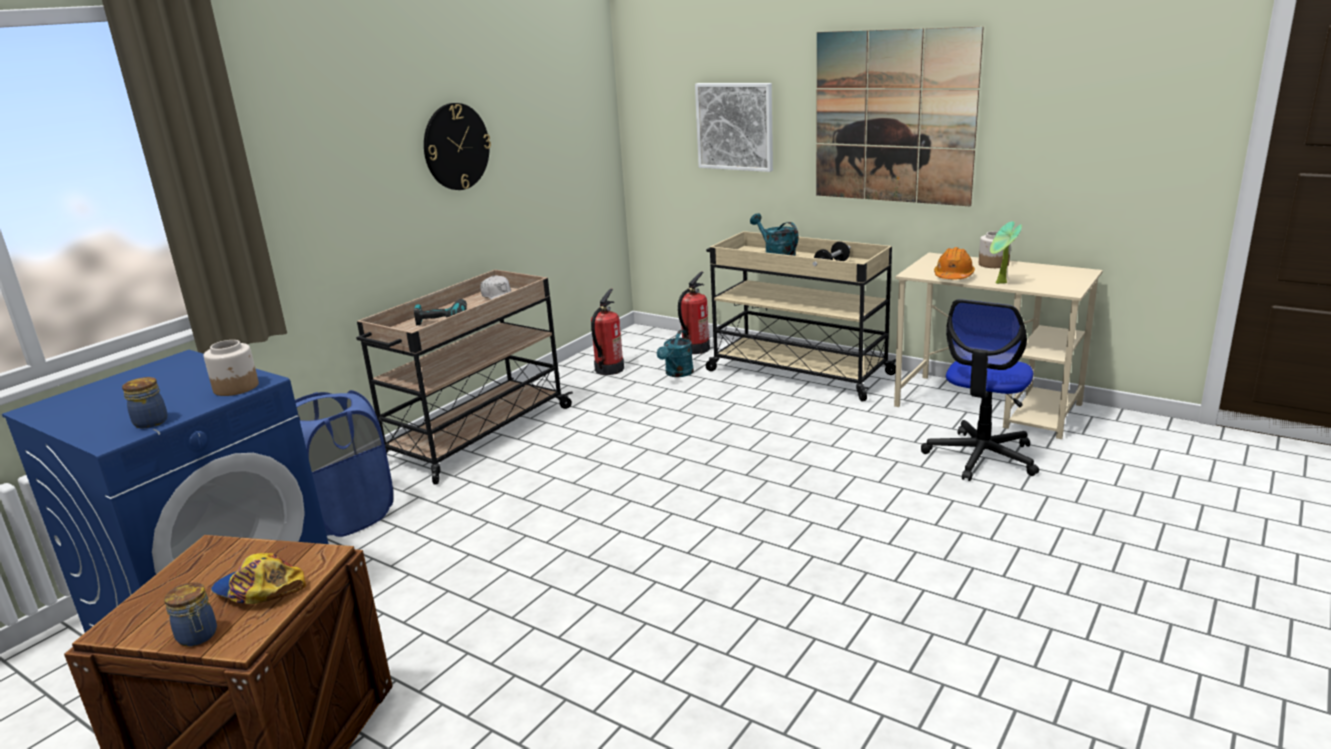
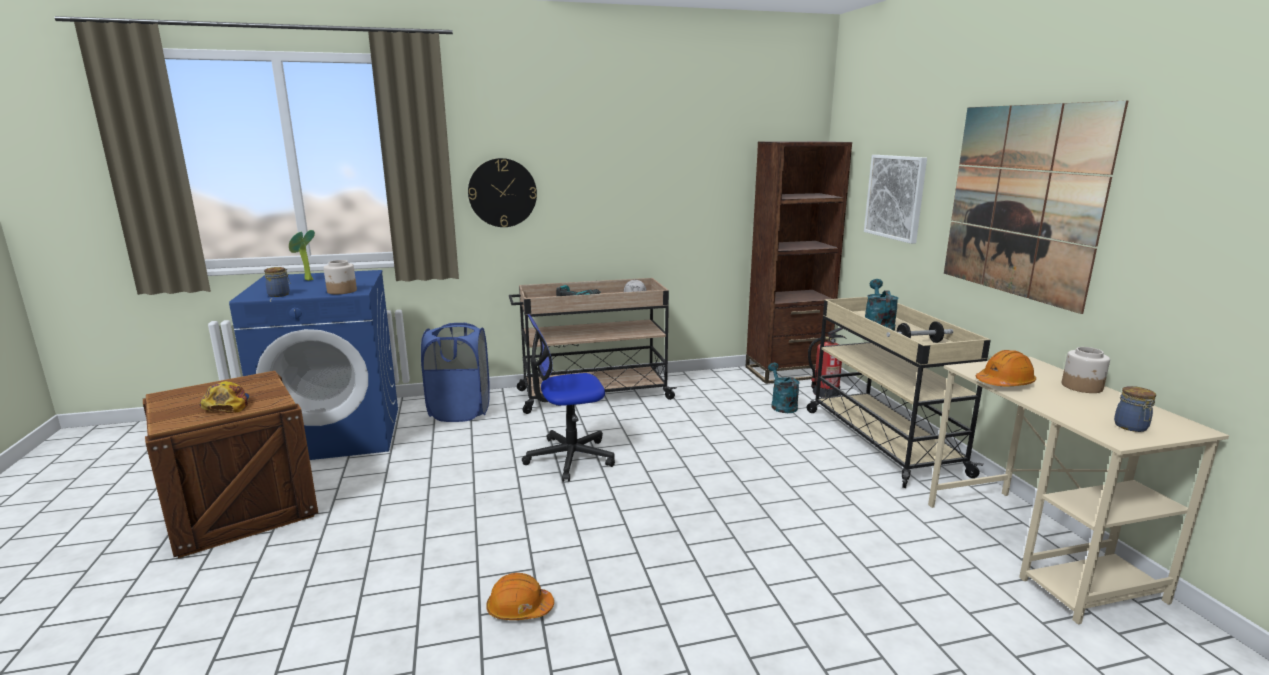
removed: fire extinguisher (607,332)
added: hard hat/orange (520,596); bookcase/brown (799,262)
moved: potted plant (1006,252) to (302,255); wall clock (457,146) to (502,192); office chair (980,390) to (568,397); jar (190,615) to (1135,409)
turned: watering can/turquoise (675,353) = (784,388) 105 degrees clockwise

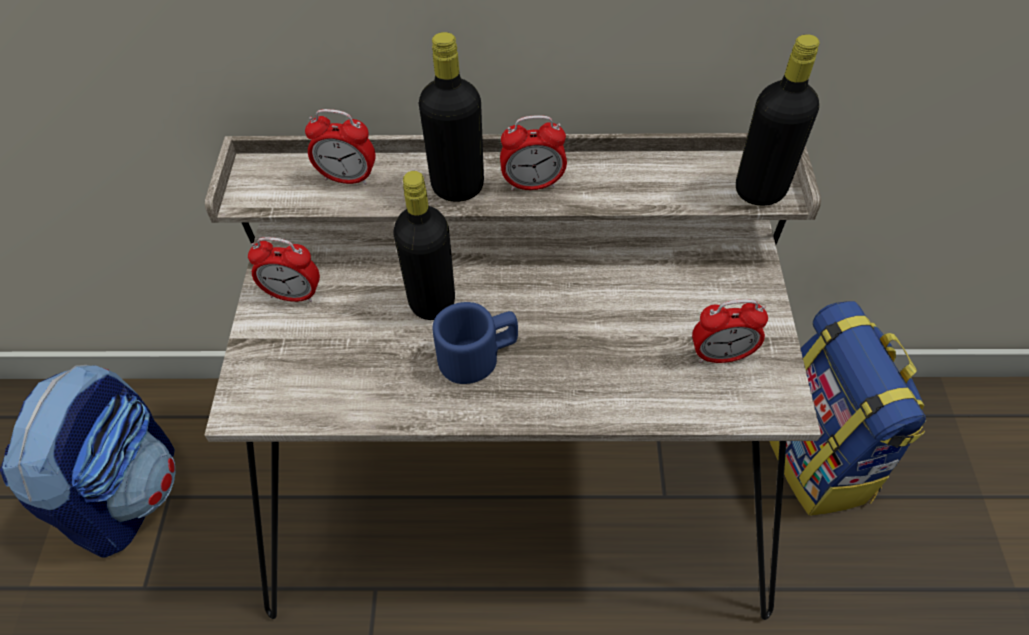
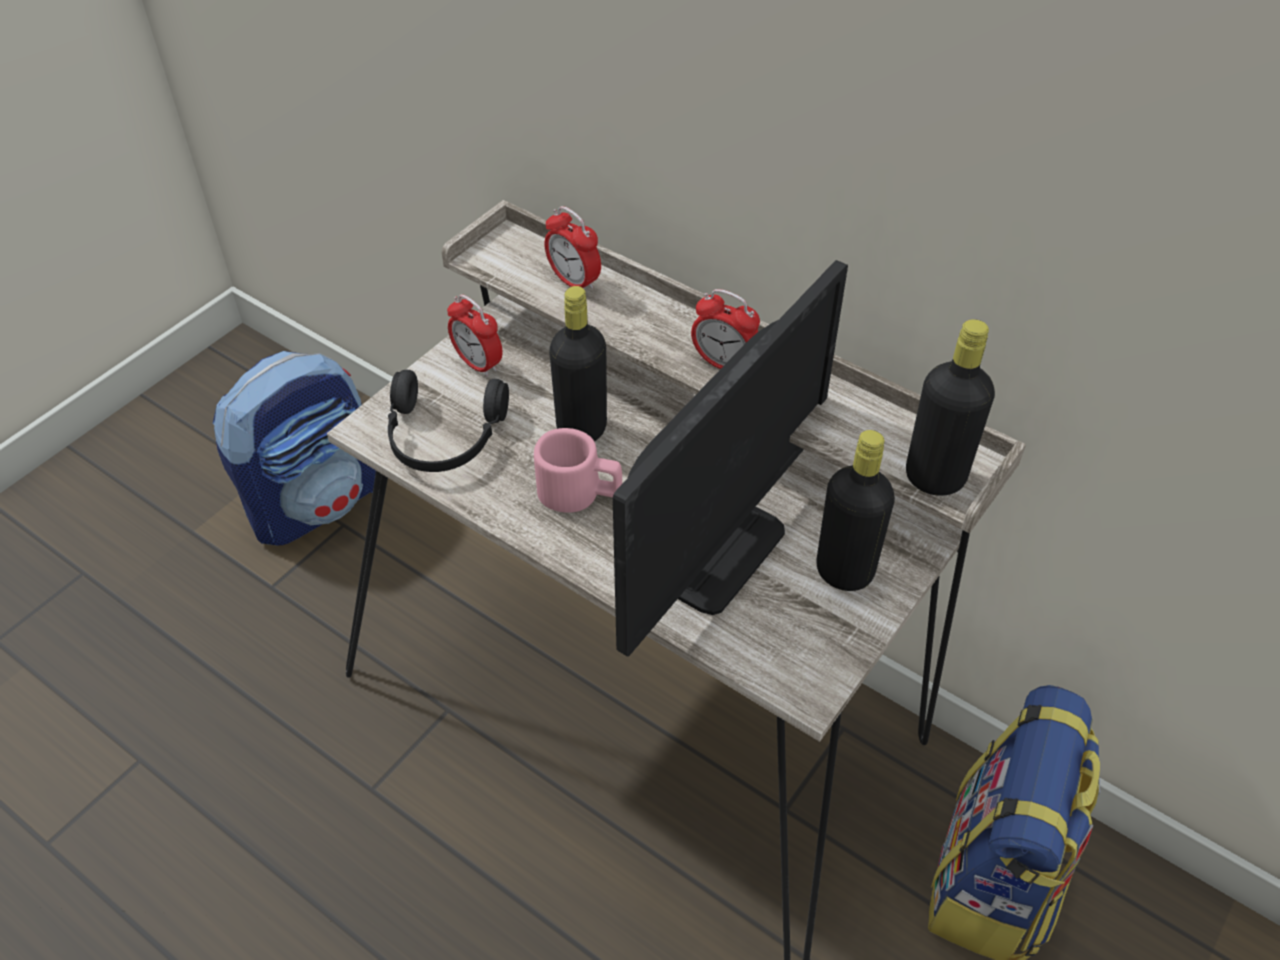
removed: alarm clock (730,331)
added: headphones/black (448,420); monitor (730,458)
moved: bottle/black (451,117) to (855,510)
recoloured: mug/blue (475,343) to mug/pink (578,470)

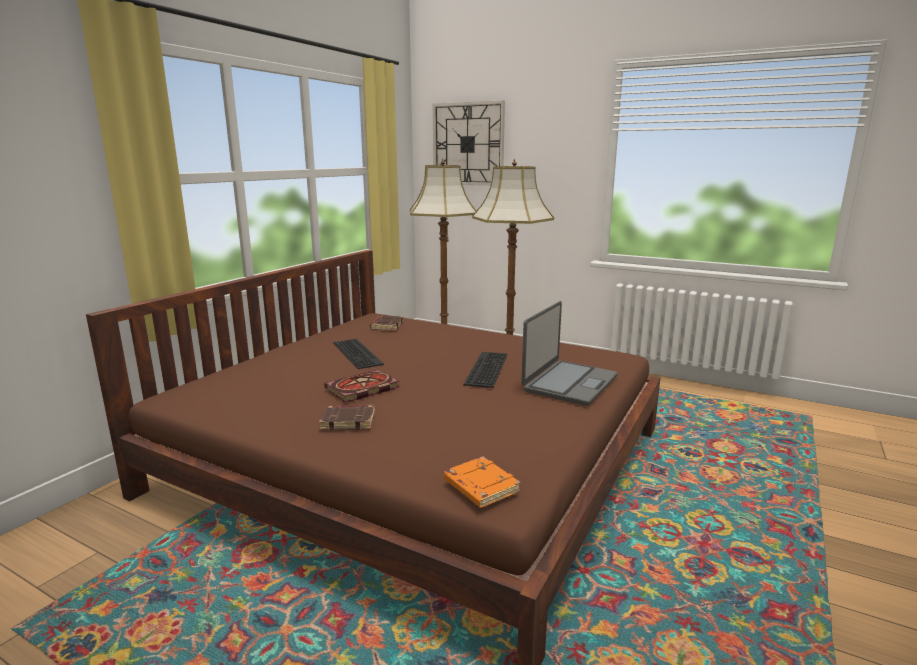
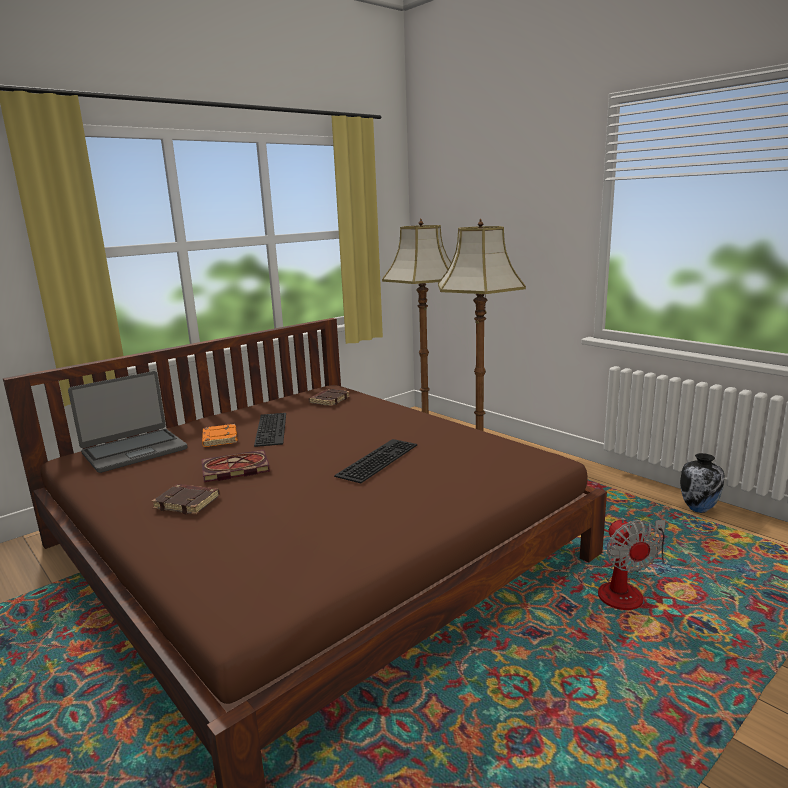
removed: wall clock (469,143)
added: fan (632,564); vase (702,483)
moved: laptop (569,353) to (128,422); book/orange (482,481) to (220,435)

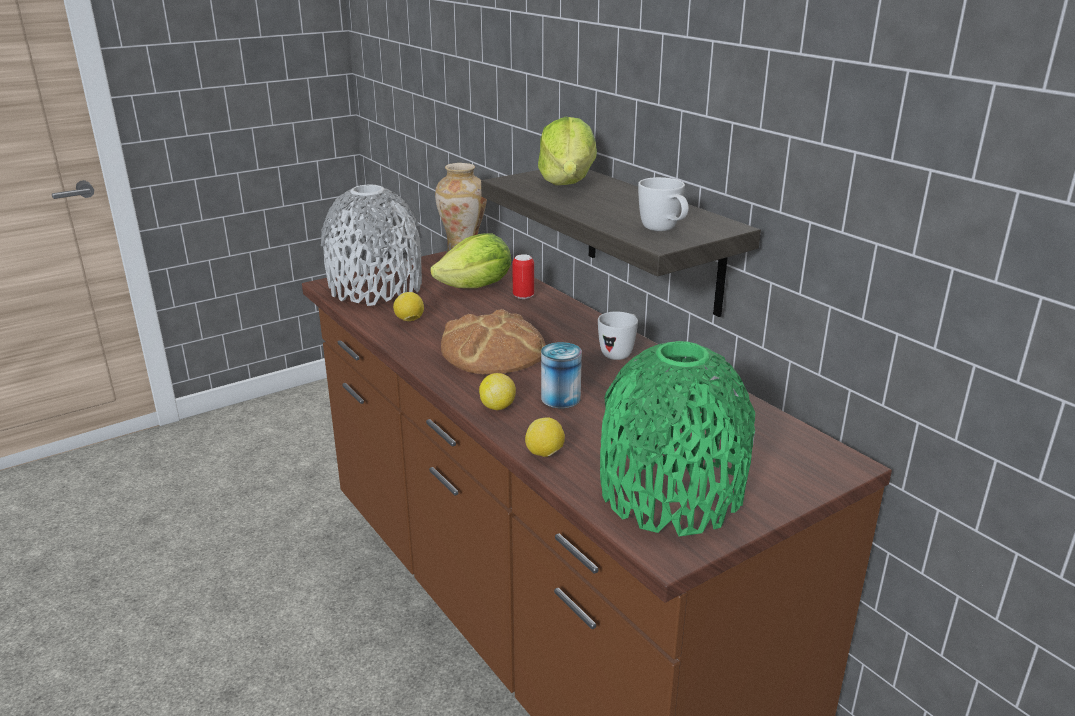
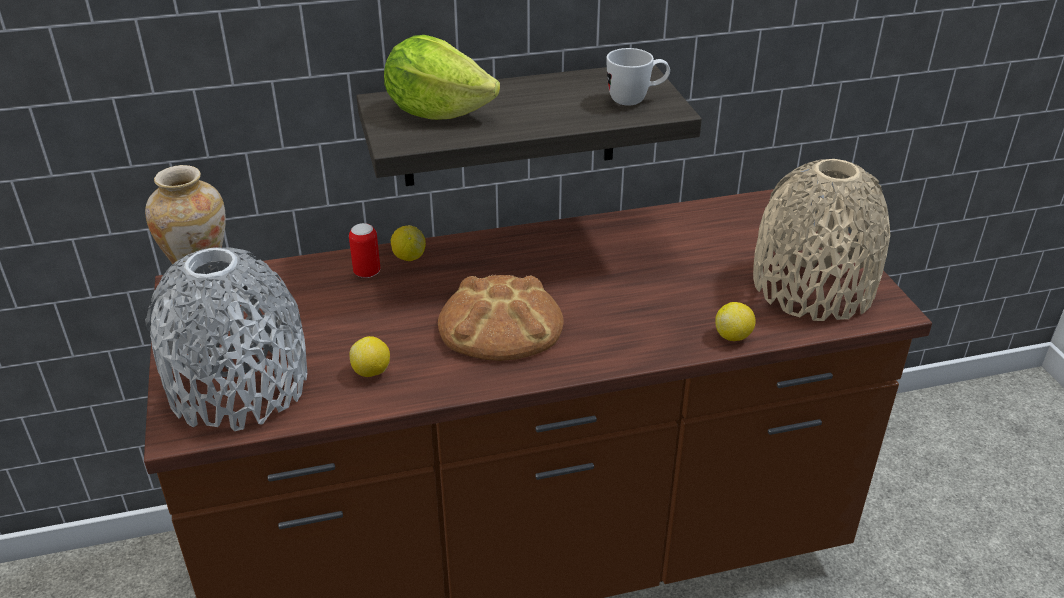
removed: lettuce (470,260); can (561,375); mug/white (618,335)
moved: lemon (497,391) to (408,243)
recoloured: vase/green (677,439) to vase/beige (821,240)

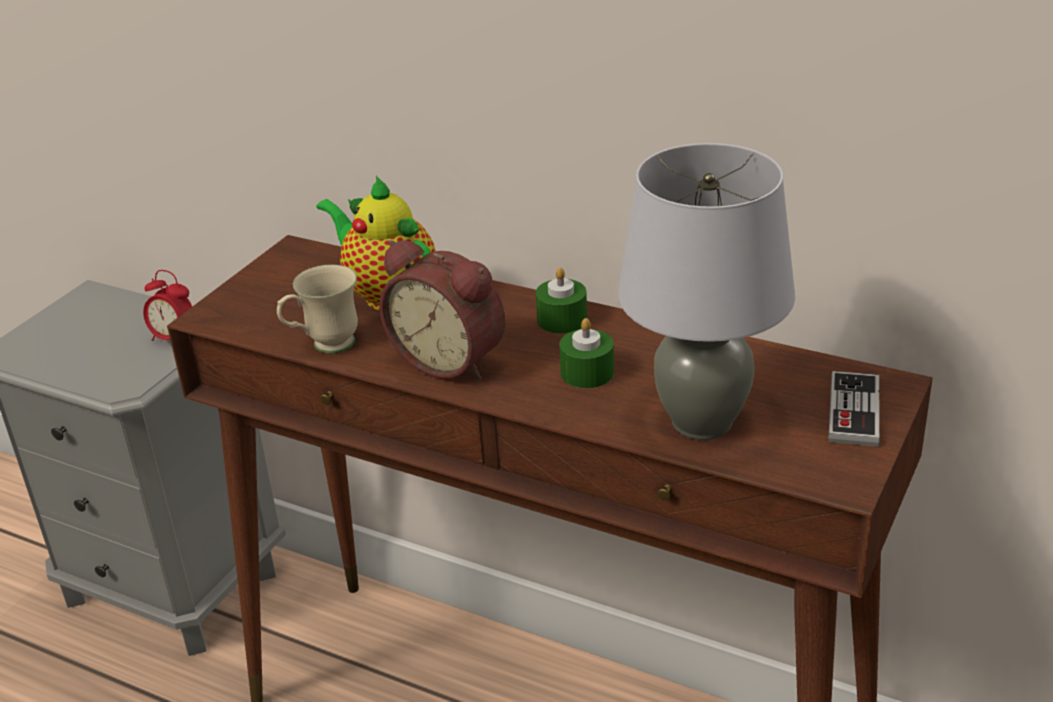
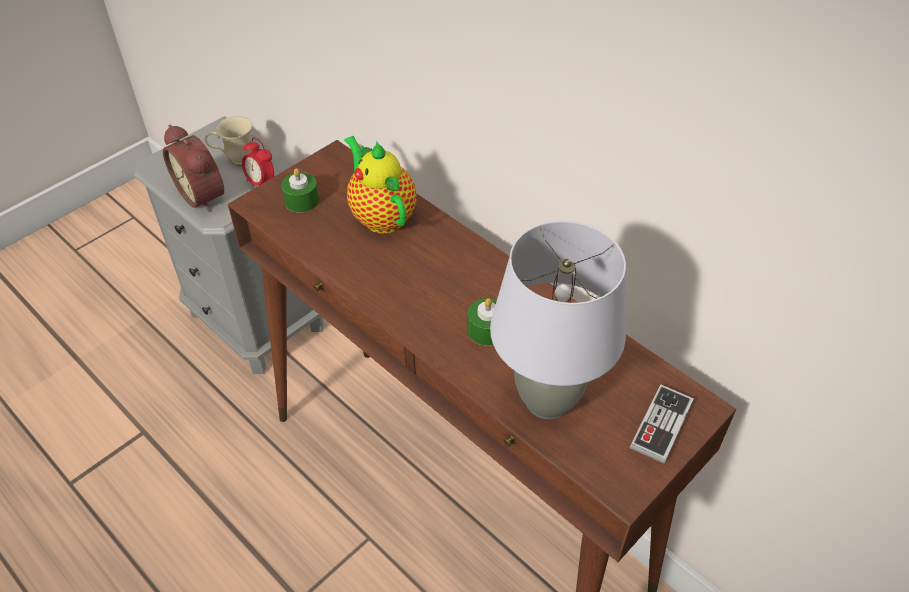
moved: alarm clock (442,310) to (193,168); mug/beige (317,309) to (229,141); candle/green (561,300) to (300,190)

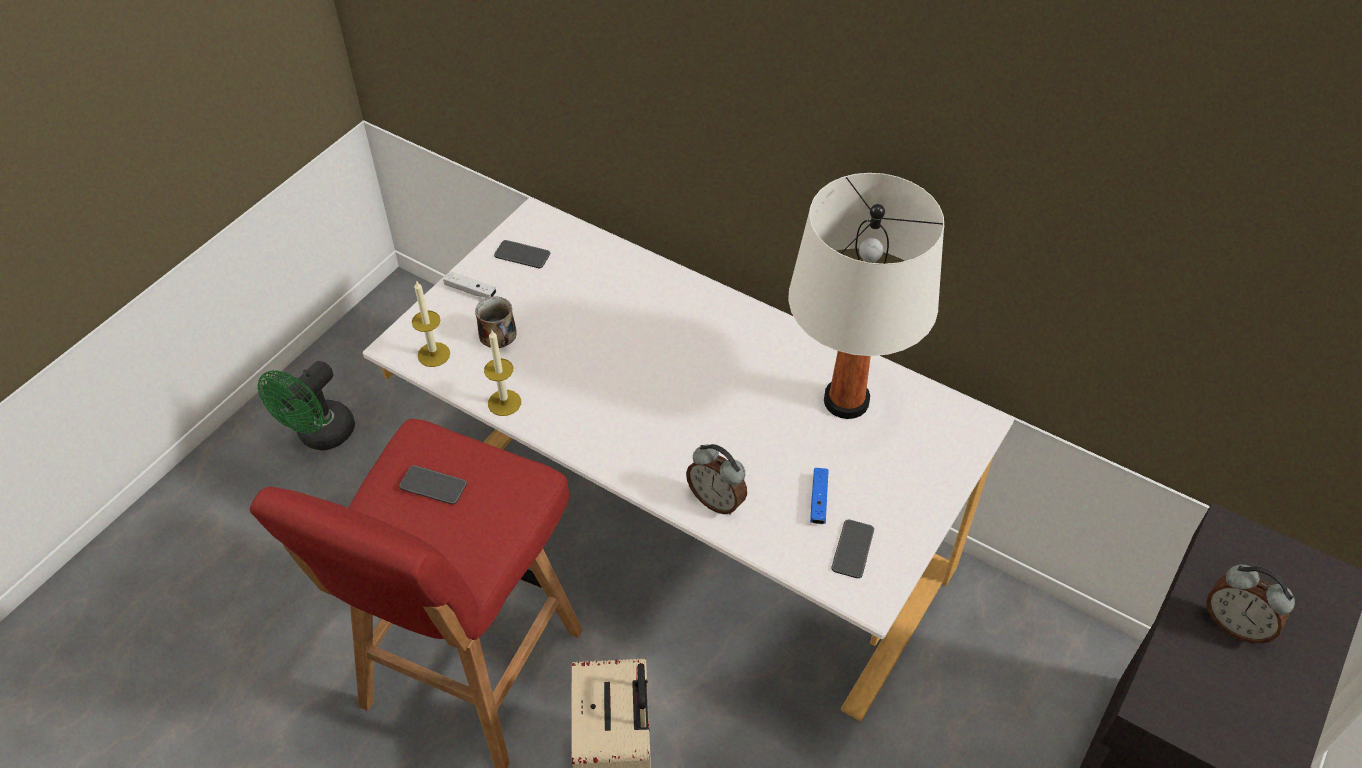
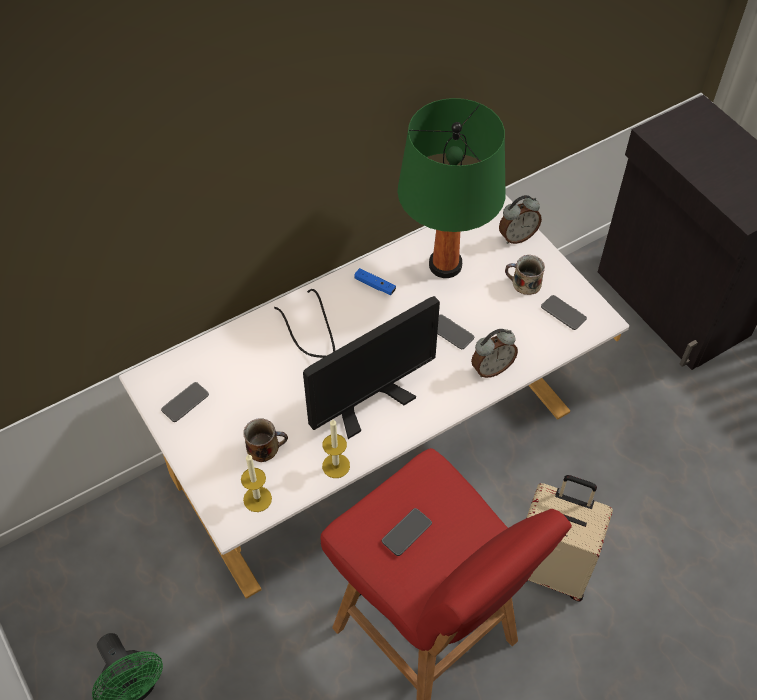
removed: game controller/white (469,284)
added: monitor (357,364); phone (455,331); mug (525,275)
moved: game controller/blue (819,496) to (375,281); alarm clock (1250,604) to (520,219)
recoloured: table lamp/white (866,296) to table lamp/green (452,188)

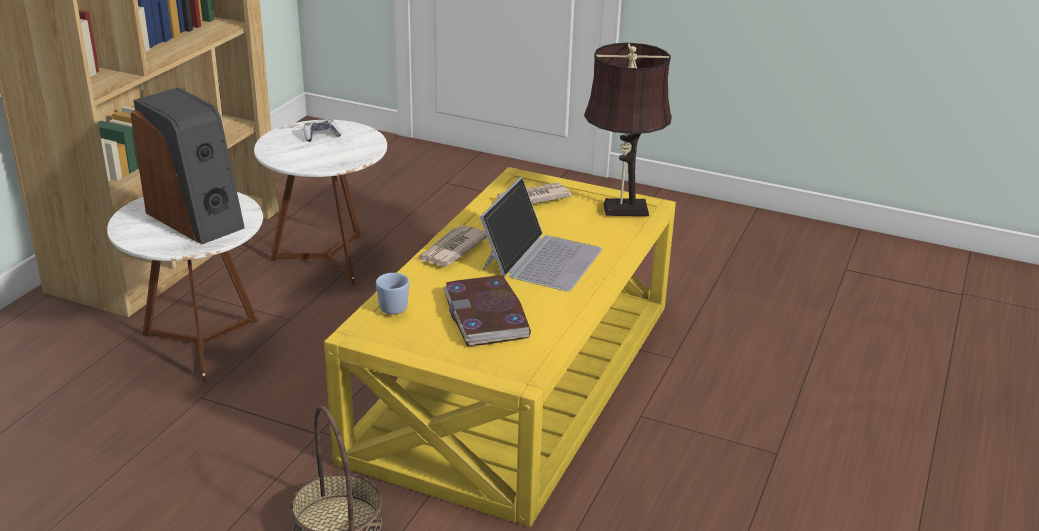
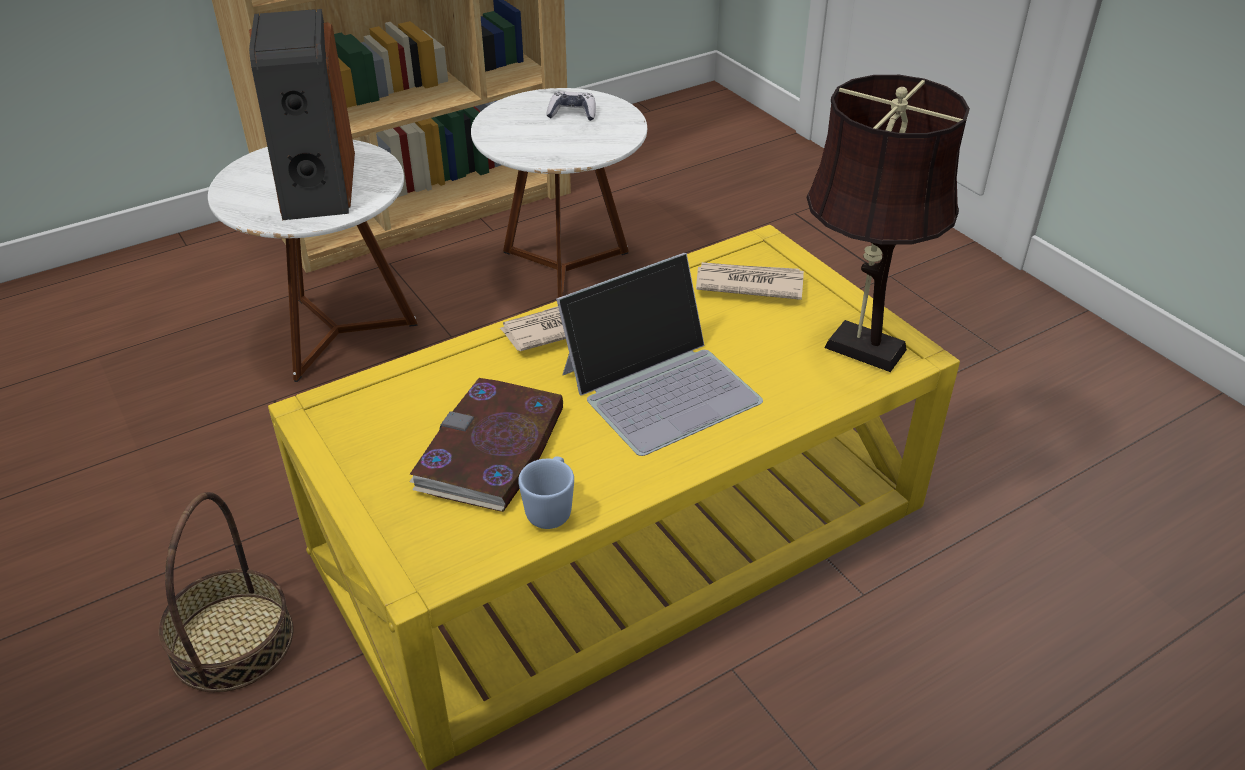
moved: mug/blue (392,294) to (546,492)

